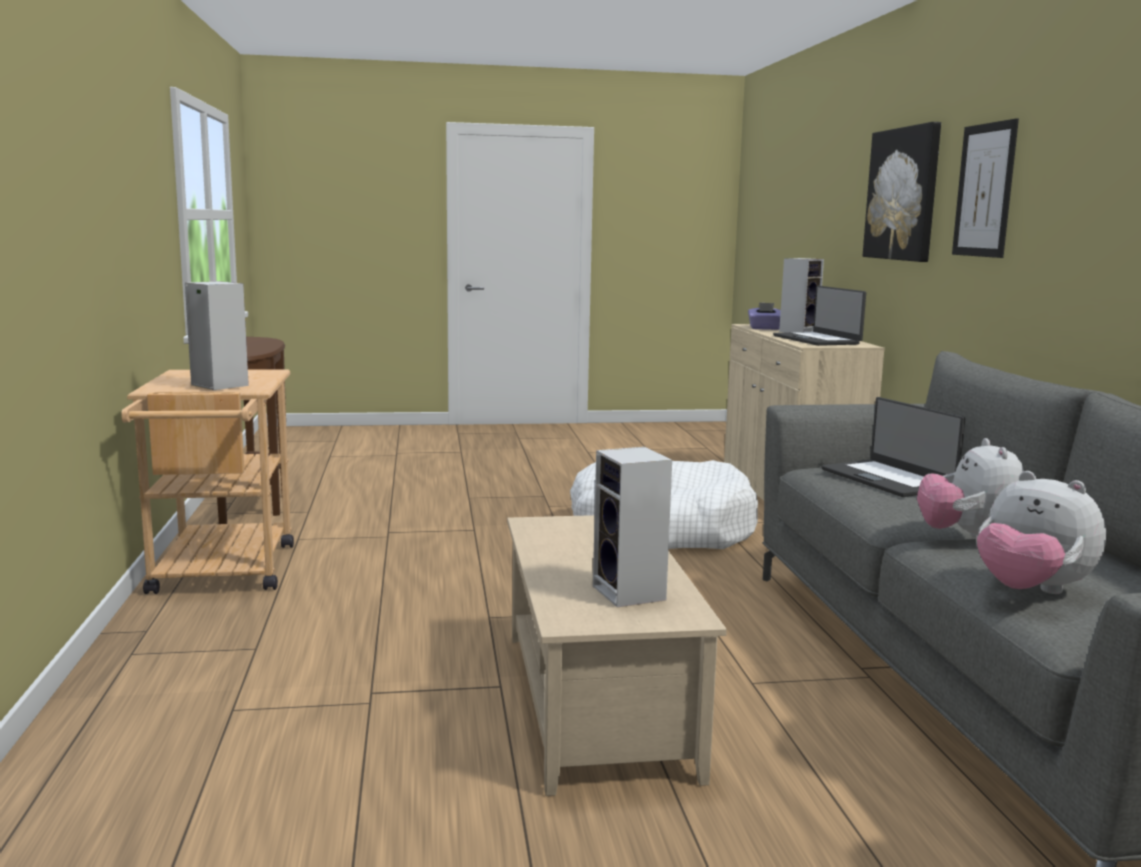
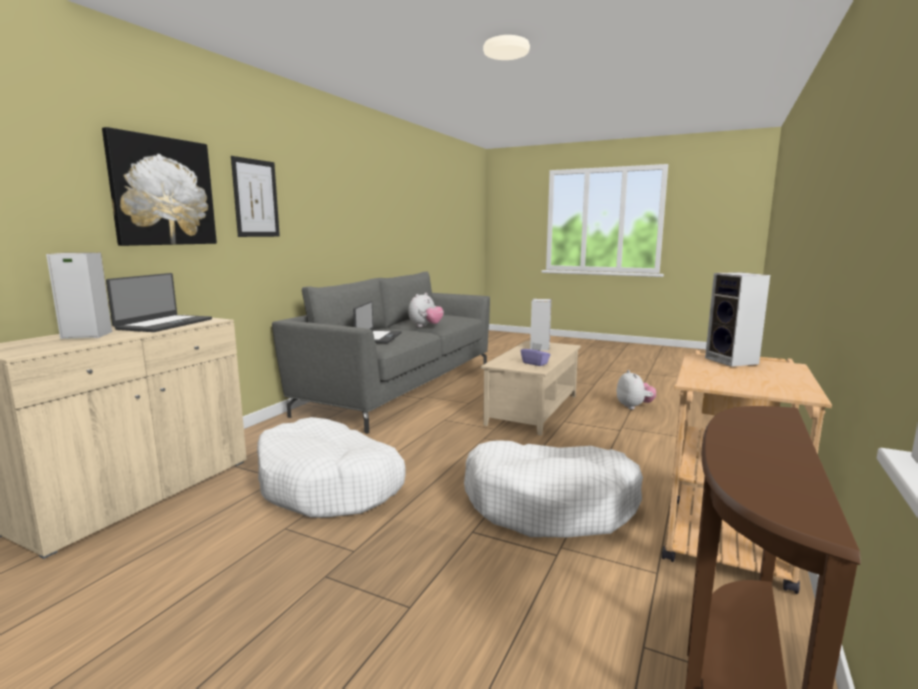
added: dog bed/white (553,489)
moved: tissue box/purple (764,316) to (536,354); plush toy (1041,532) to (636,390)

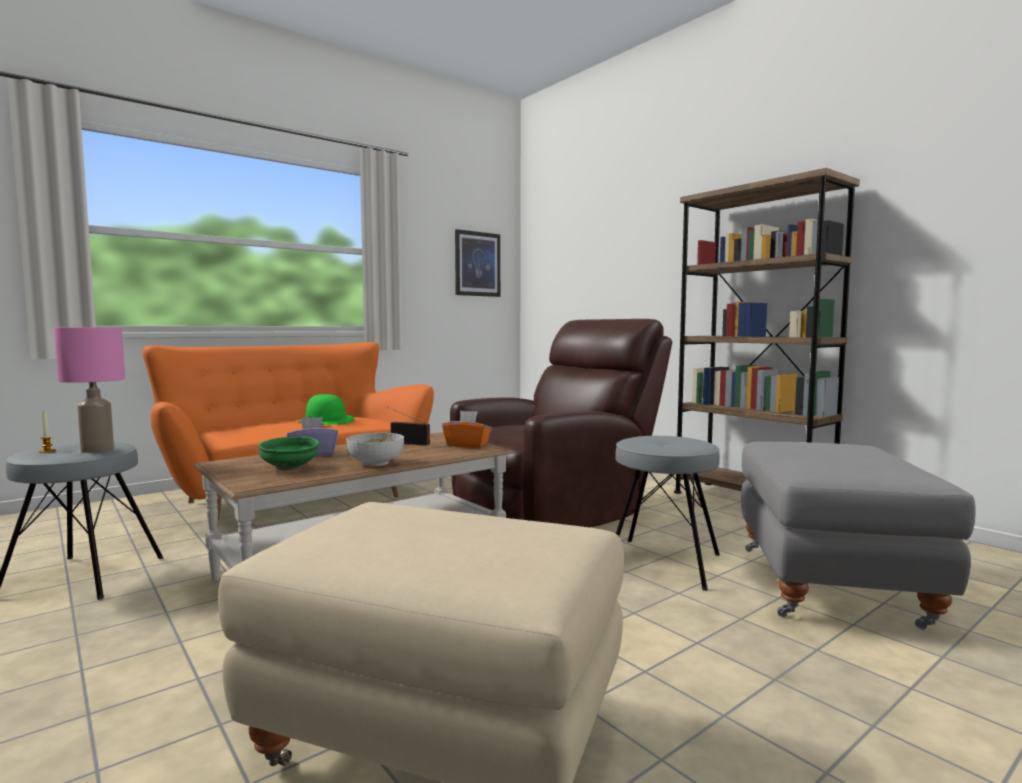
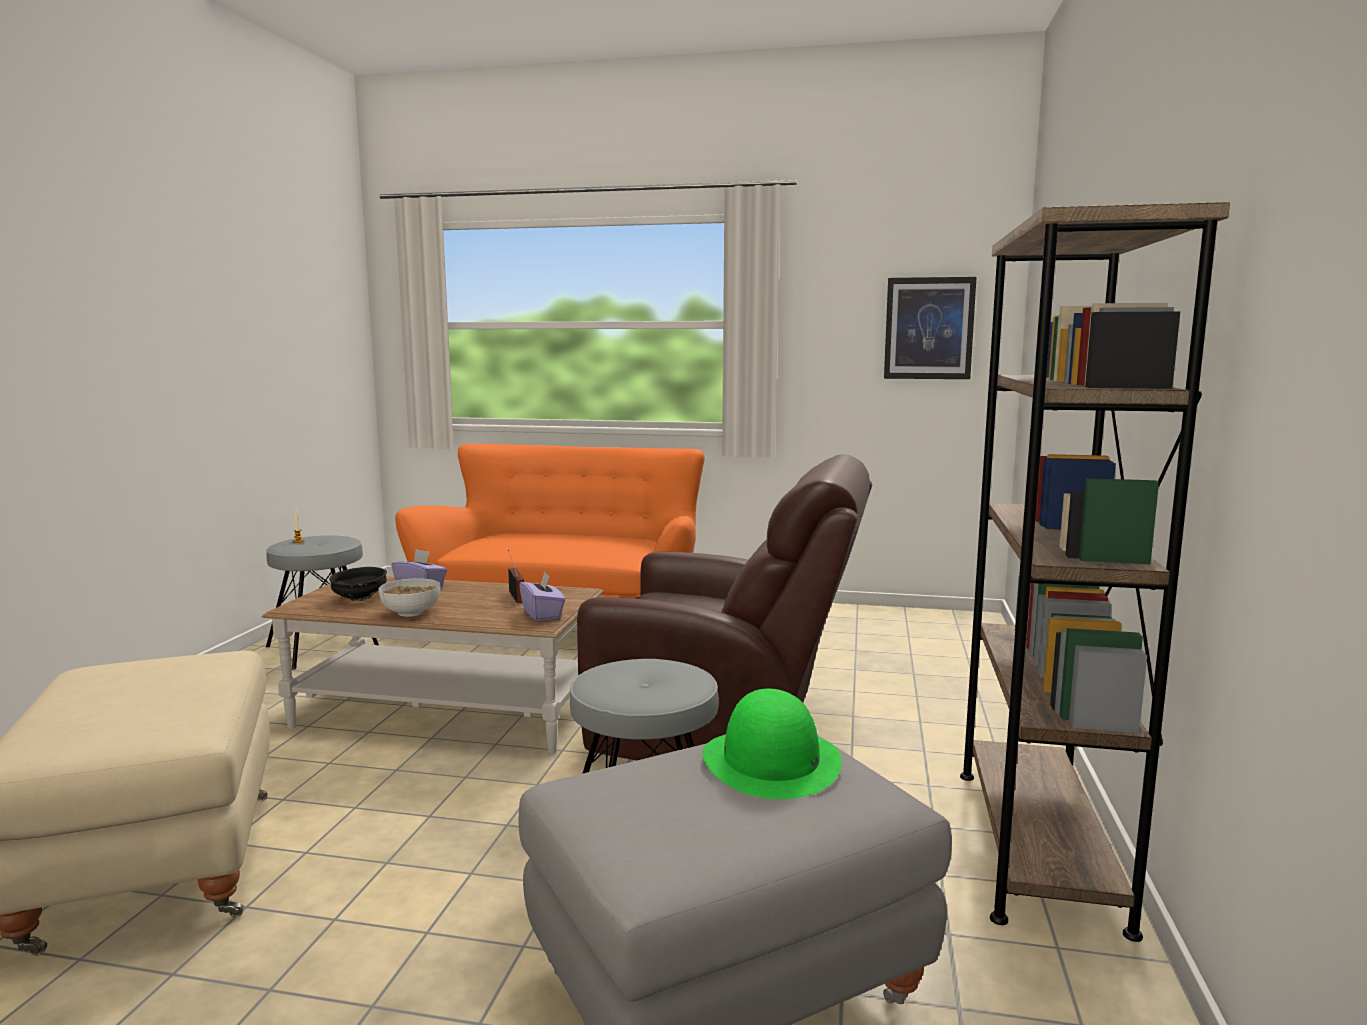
removed: table lamp/pink (89,390)
moved: hat/green (326,409) to (772,744)
recoloured: bowl/green (288,453) to bowl/black (358,584); tissue box/orange (467,429) to tissue box/purple (542,596)

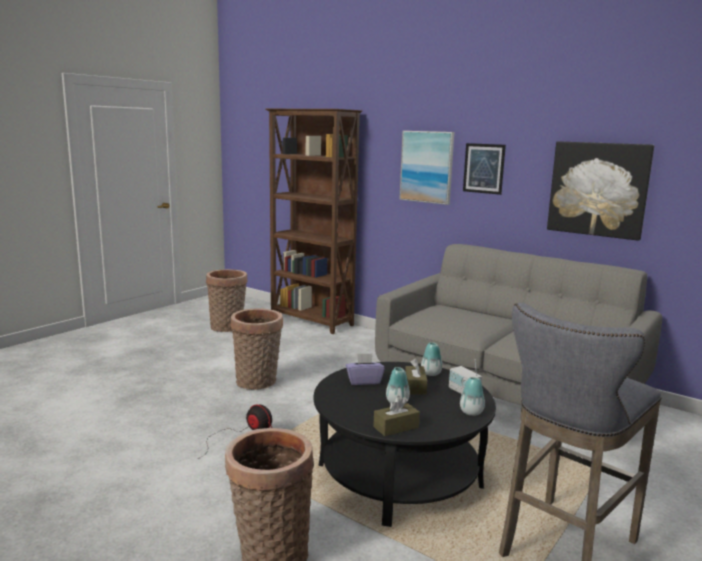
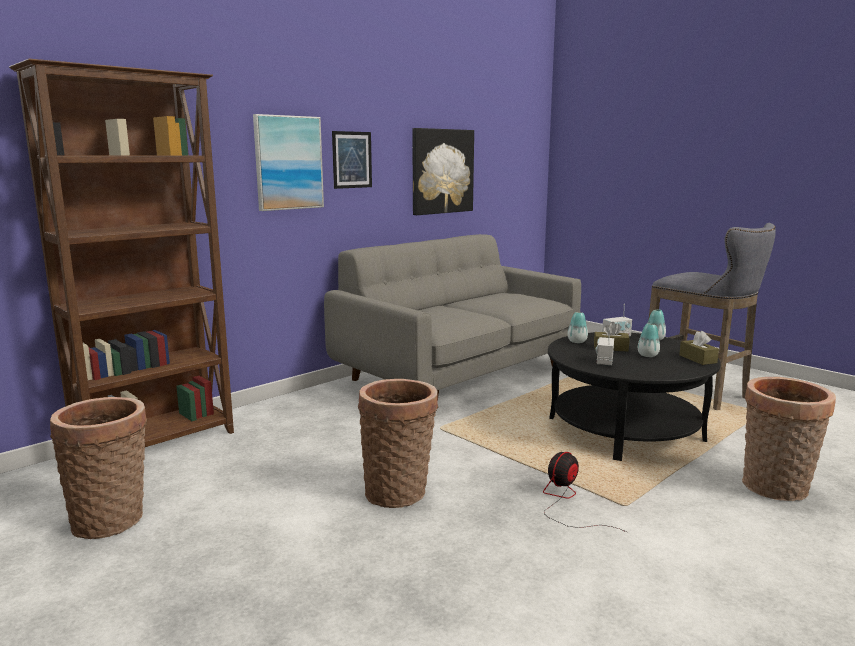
replaced: tissue box/purple (365,369) to radio (604,347)

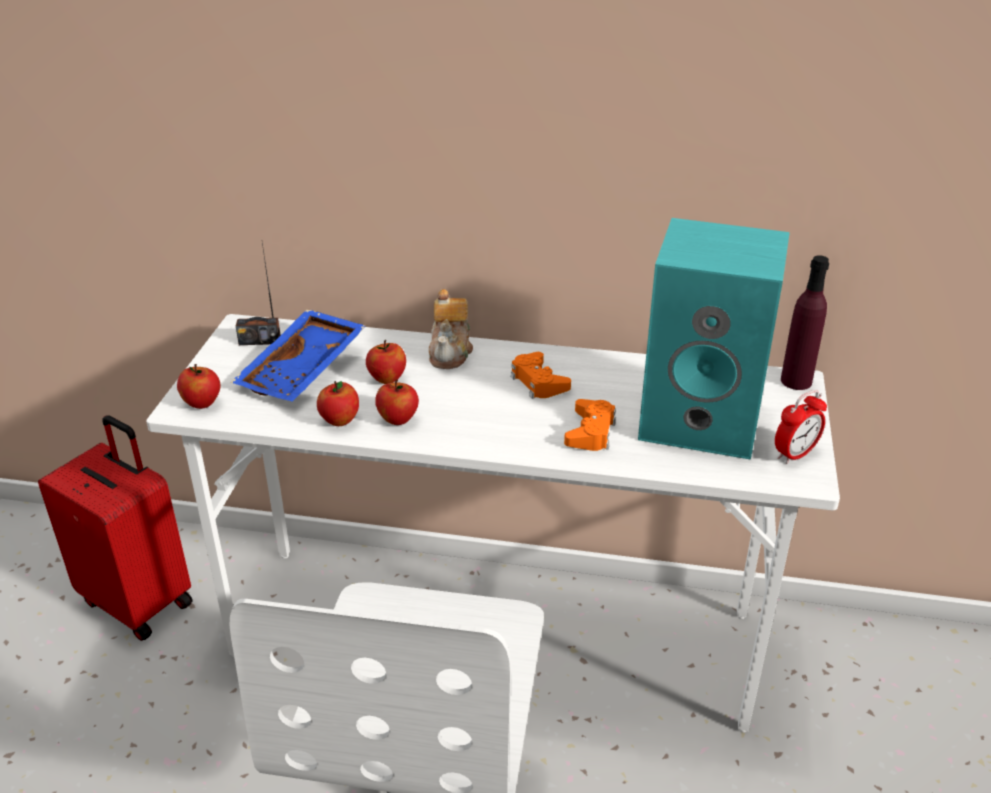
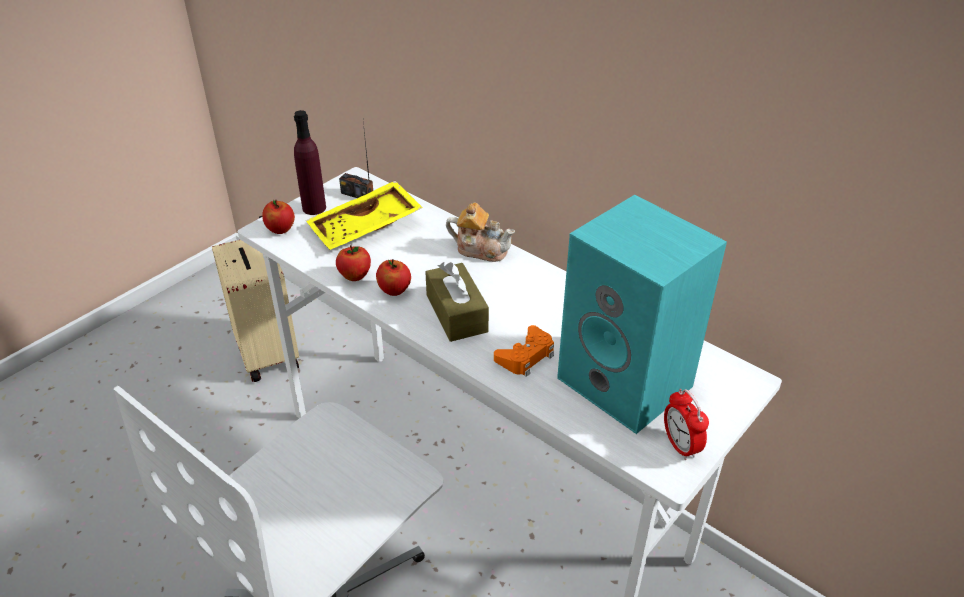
removed: apple (386,362); game controller/orange (541,375)
added: tissue box/brown (457,302)
moved: bottle/purple (805,322) to (310,162)
recoloured: suitcase/red (115,528) to suitcase/beige (255,299); tray/blue (298,355) to tray/yellow (364,215)
turned: teapot (451,329) = (480,232) 105 degrees counterclockwise; alarm clock (801,427) = (686,424) 75 degrees clockwise

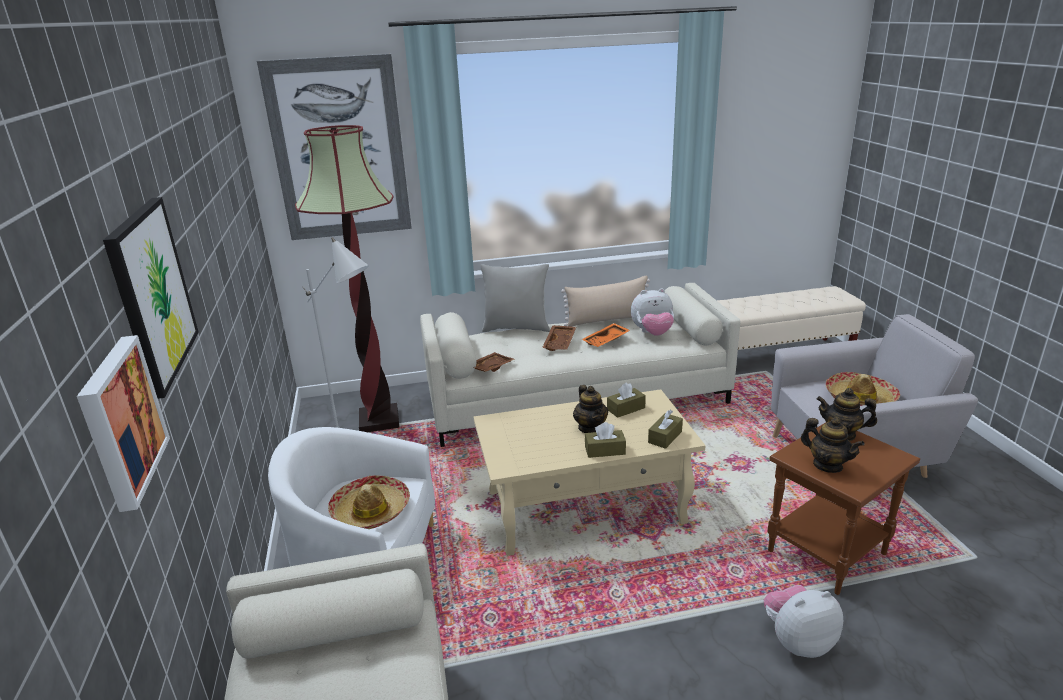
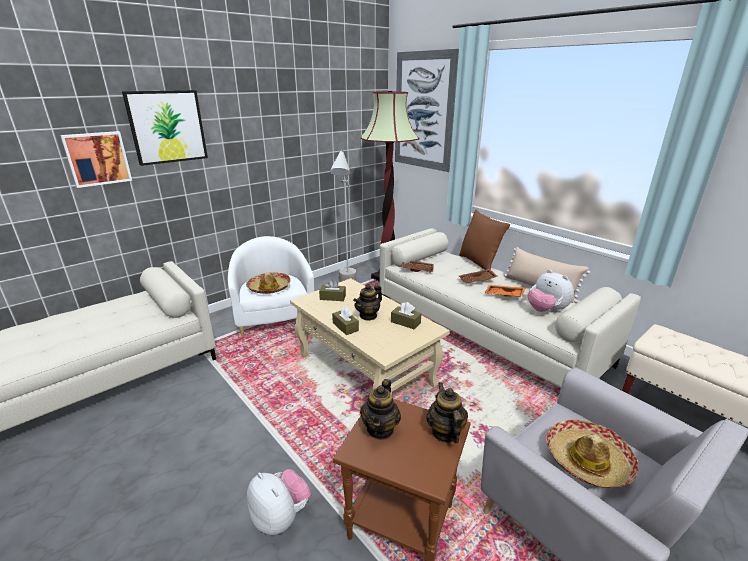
moved: tissue box/brown (665,429) to (332,290)
recoloured: pillow/grey (515,298) to pillow/brown (484,239)

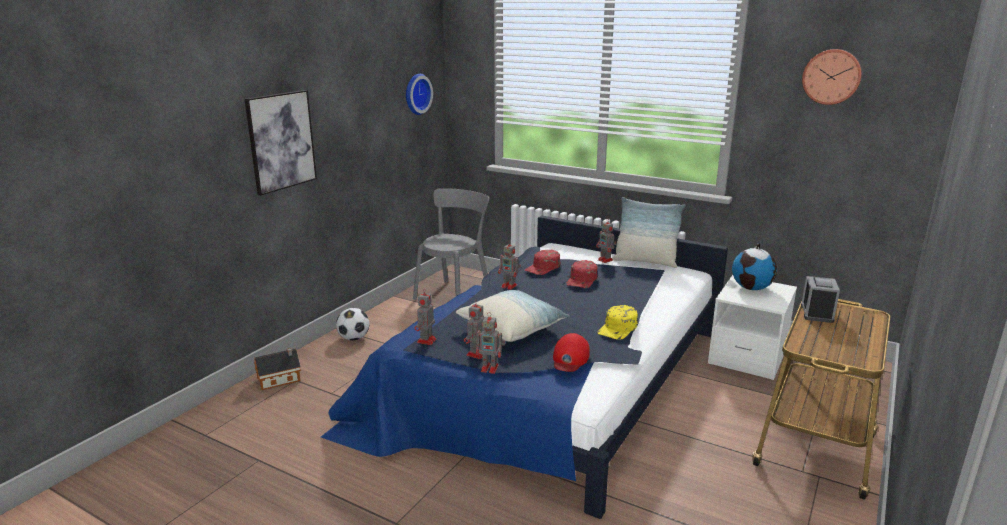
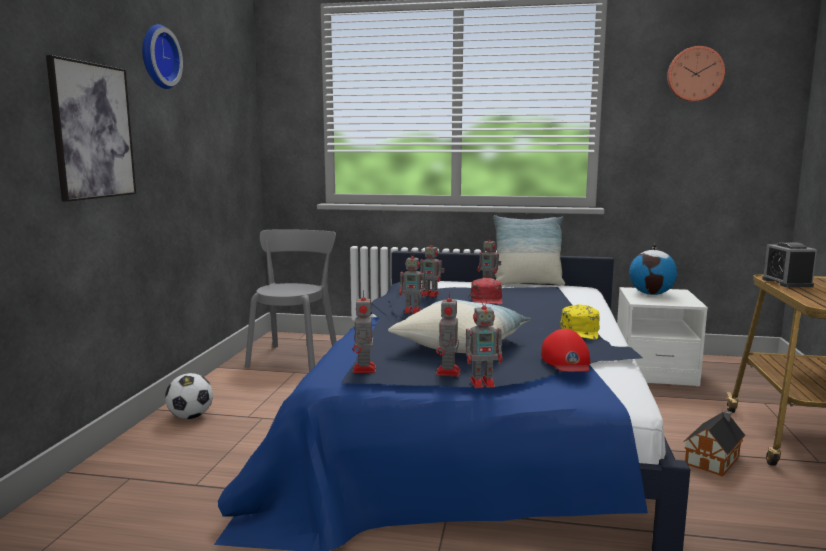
moved: wall clock (419,94) to (162,56); toy house (277,369) to (714,443)
replaced: cap/red (542,262) to toy robot (432,269)

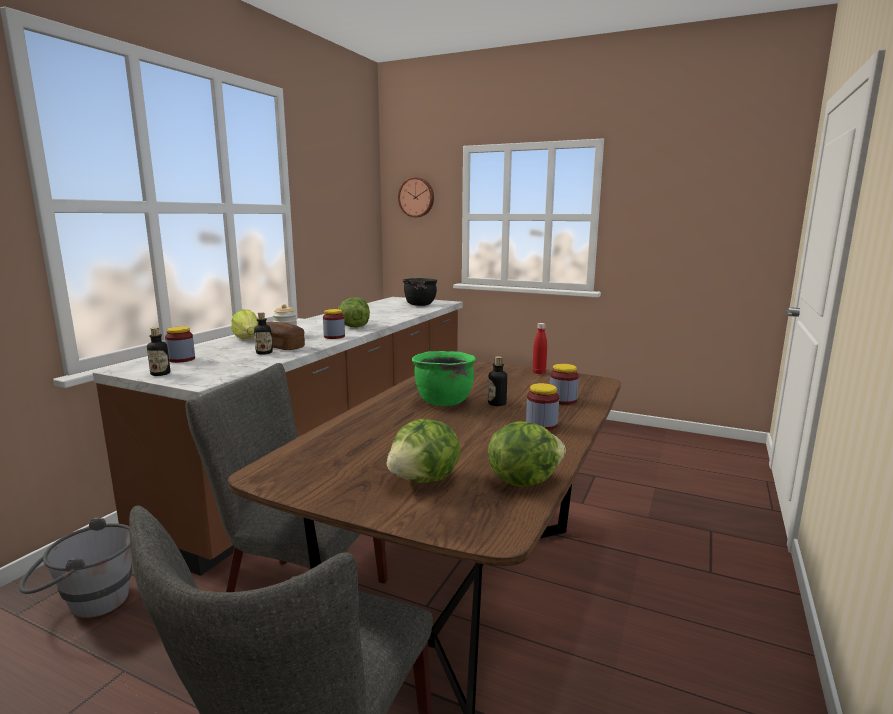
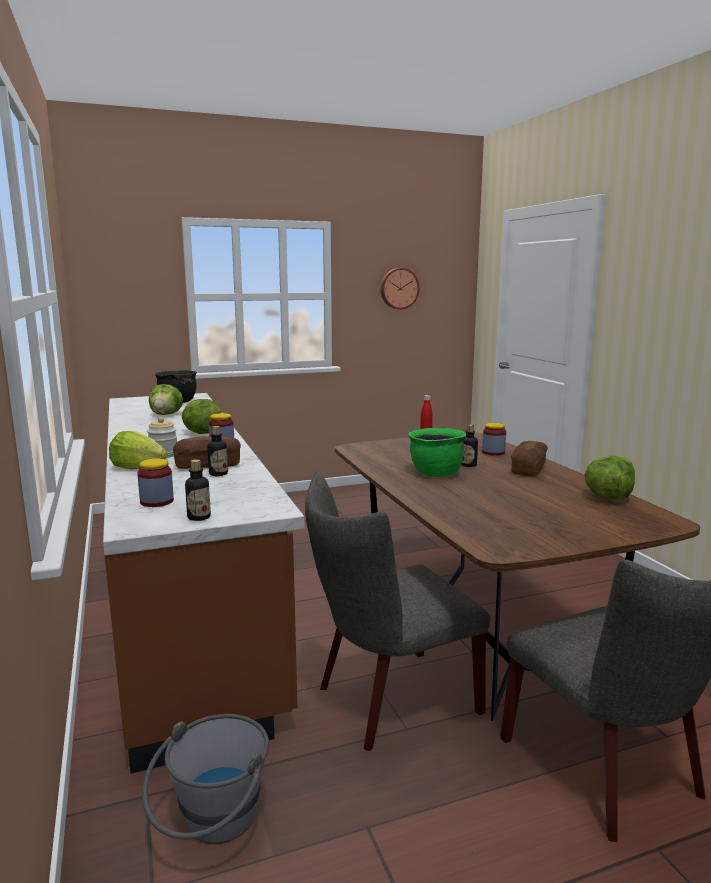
moved: lettuce (424,451) to (166,399); wall clock (416,197) to (400,288)
replaced: jar (542,407) to bread (529,458)

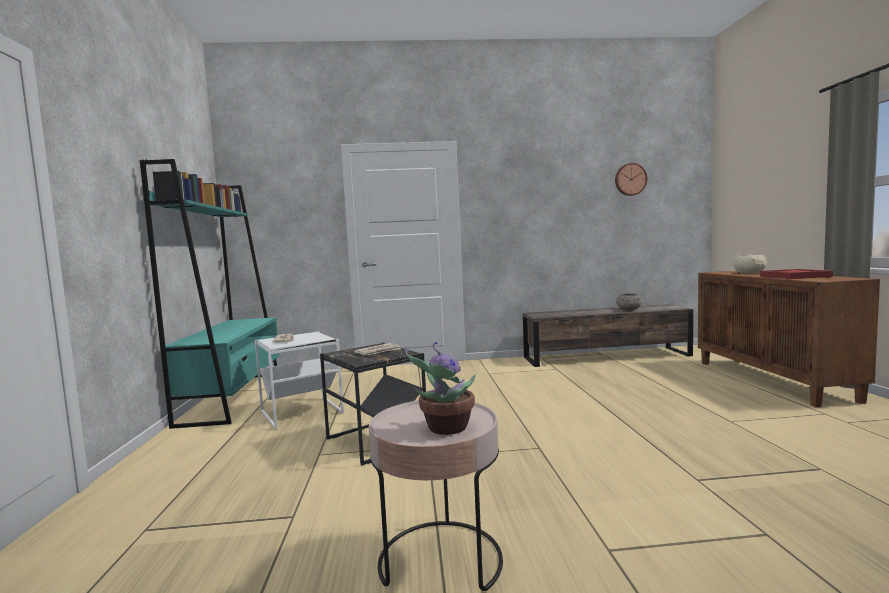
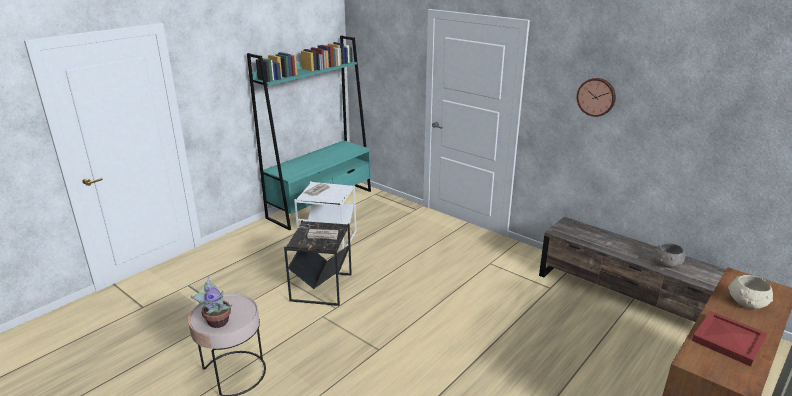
moved: wall clock (631,179) to (596,97)

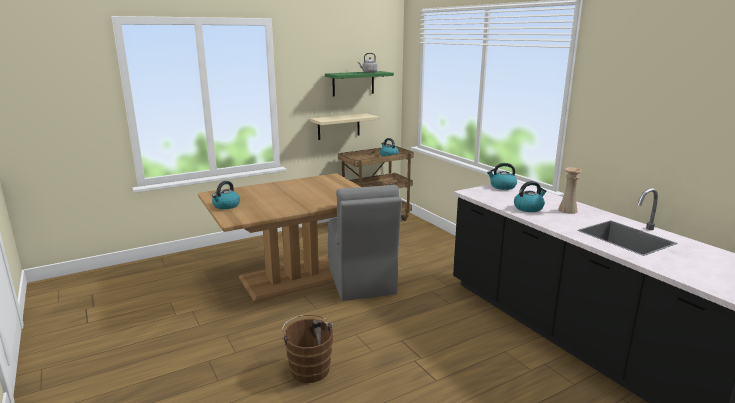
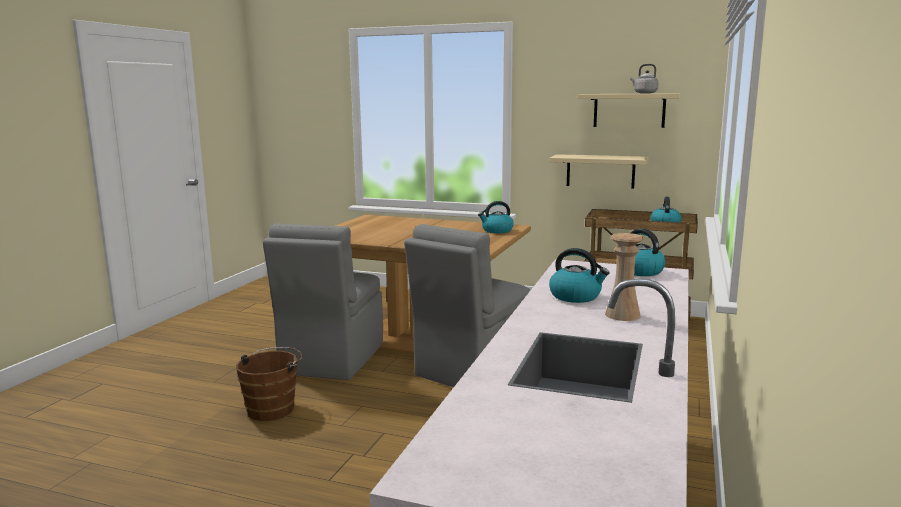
added: chair/grey (323,301)
moved: kettle (226,195) to (496,217)
recoloured: shelf/green (359,83) to shelf/beige (628,110)

